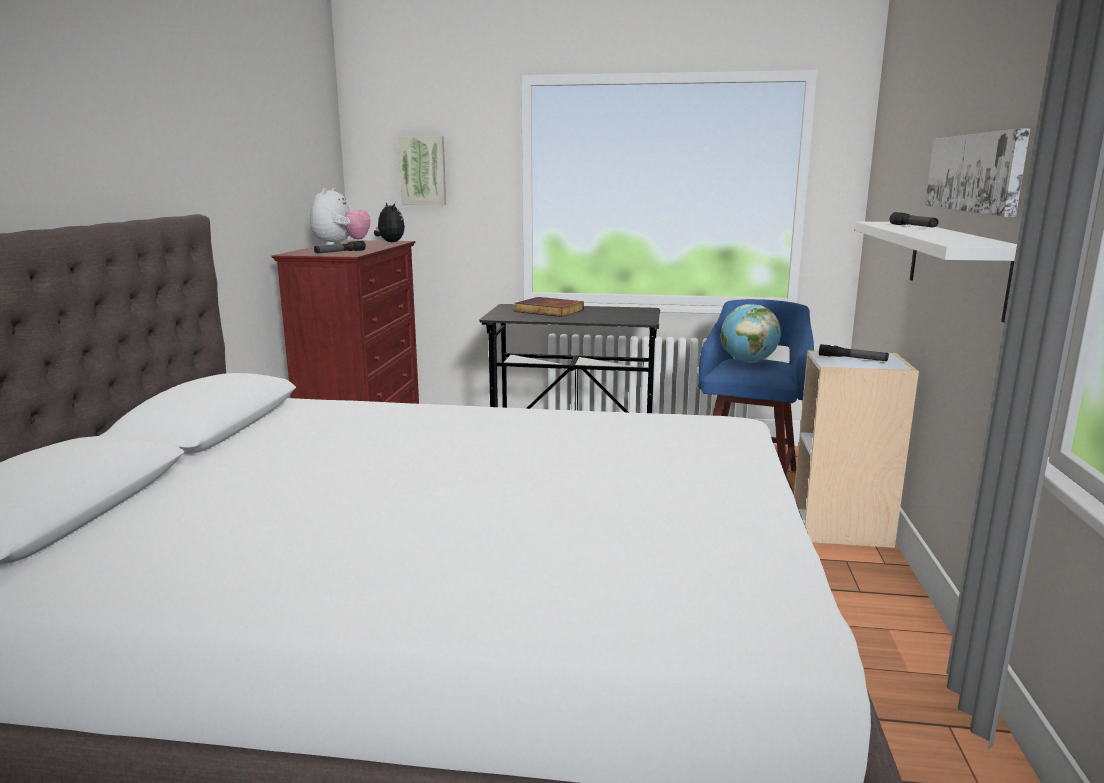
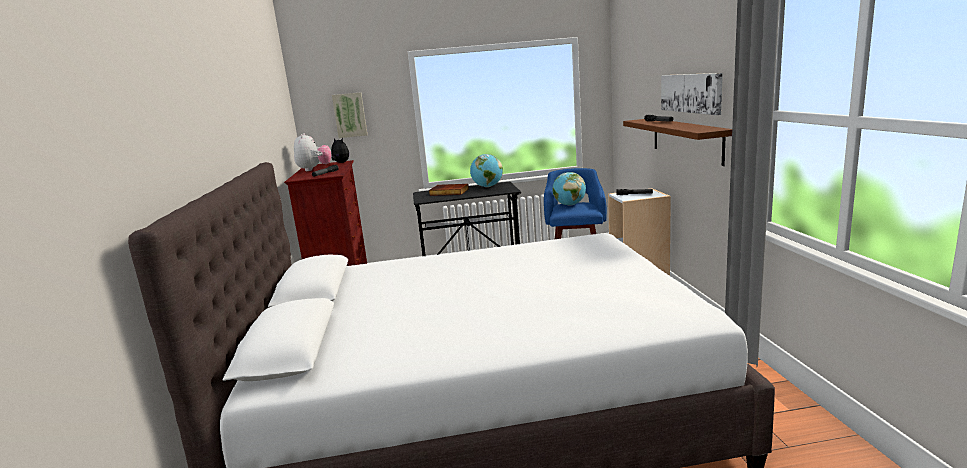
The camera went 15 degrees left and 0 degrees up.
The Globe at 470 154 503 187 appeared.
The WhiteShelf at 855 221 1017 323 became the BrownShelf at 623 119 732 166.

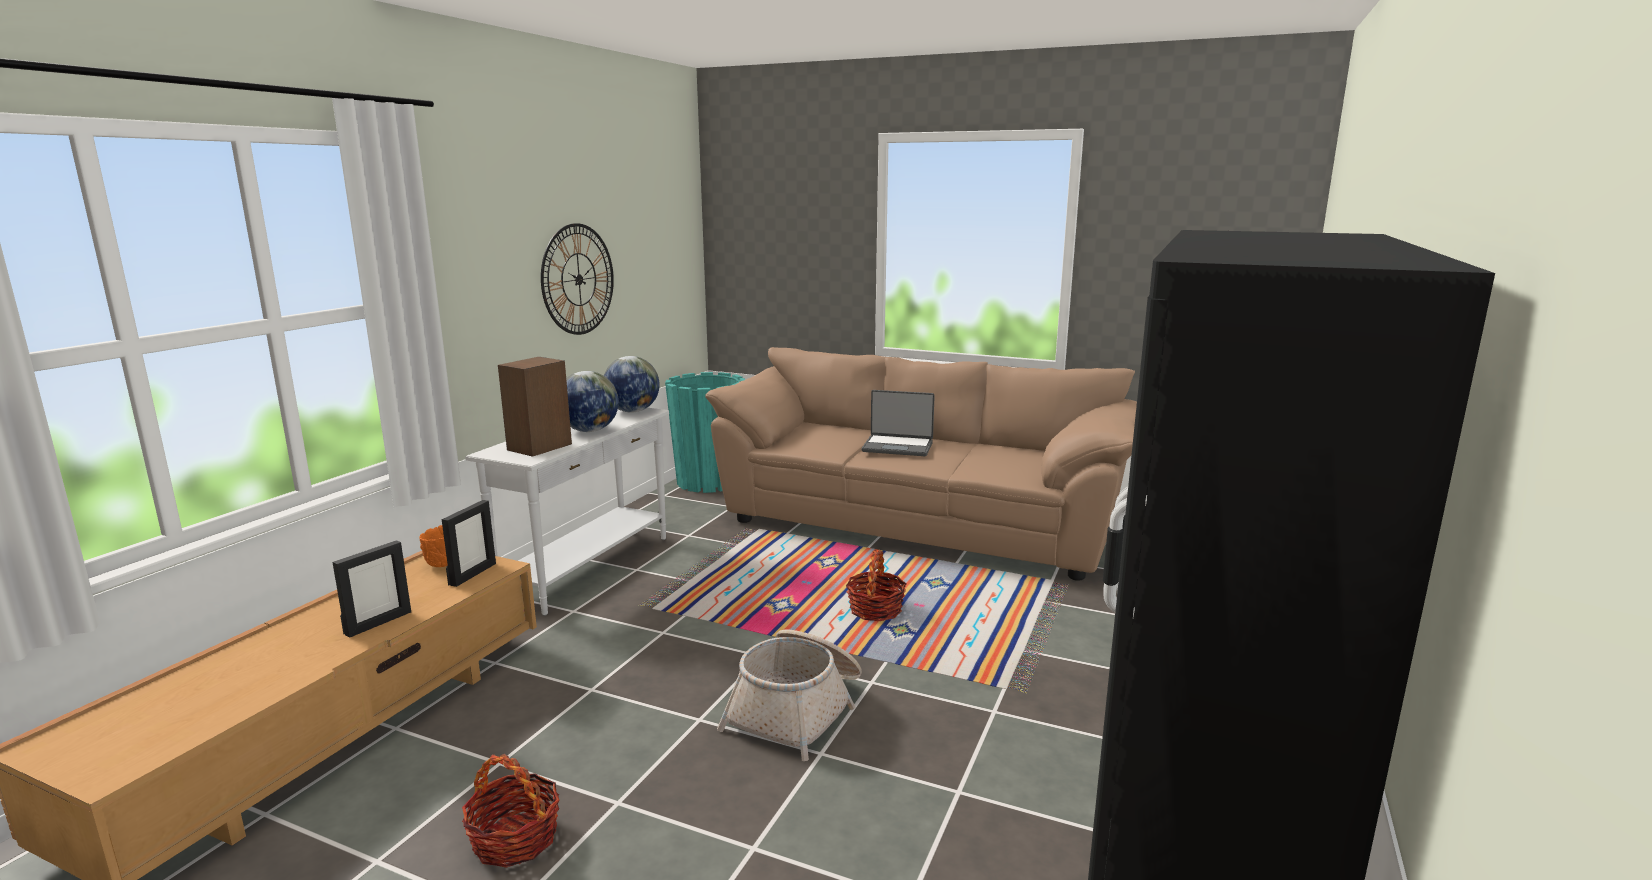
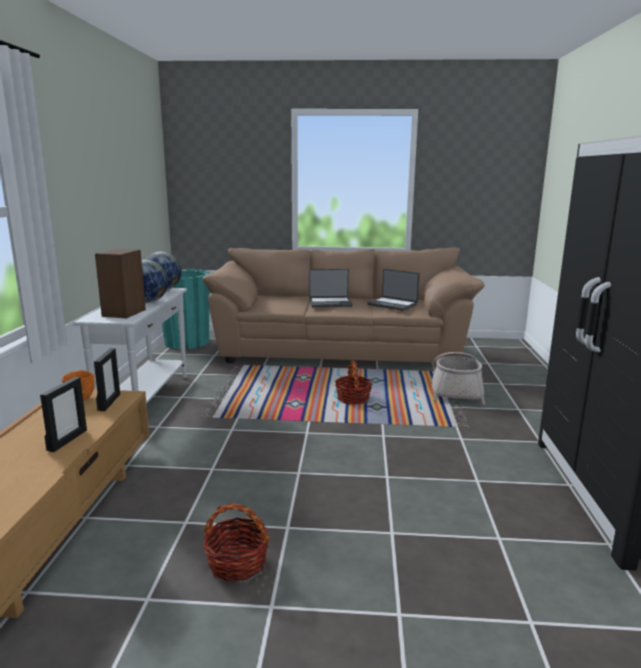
The camera went 20 degrees left and 0 degrees up.
The WallClock at 541 223 614 335 disappeared.
The Laptop at 367 269 420 311 appeared.
The Basket moved from 717 630 862 761 to 431 352 485 405.

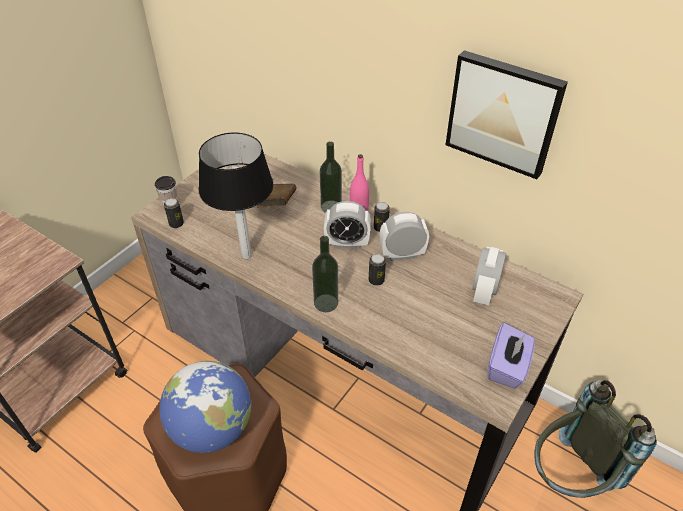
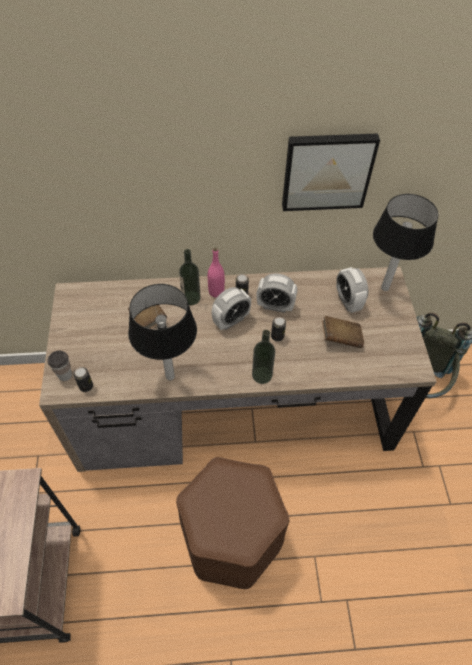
The camera went 40 degrees left and 10 degrees up.
The Globe at 160 361 251 453 disappeared.
The PurpleTissueBox at 487 323 535 388 disappeared.
The BrownBook at 322 316 364 348 appeared.
The TableLamp at 373 194 438 291 appeared.
The AlarmClock at 380 212 429 261 turned 120 degrees counterclockwise.

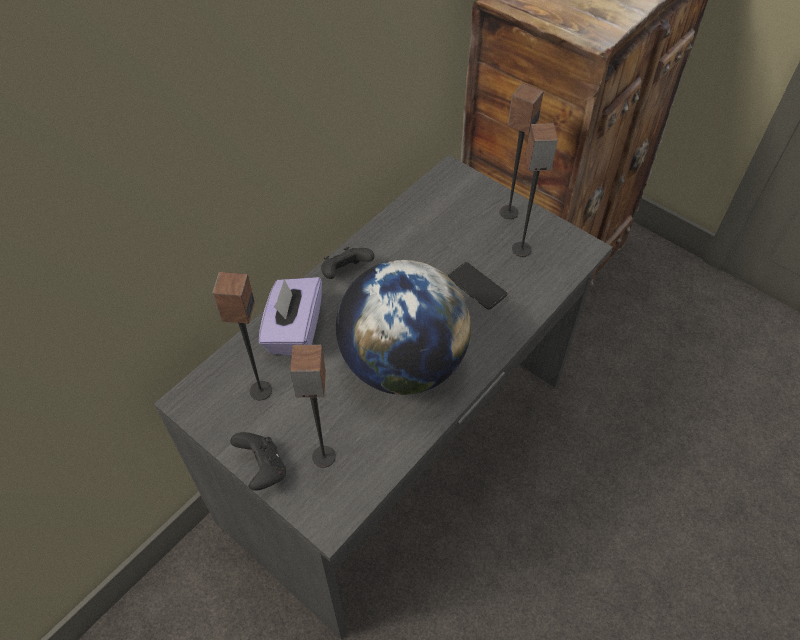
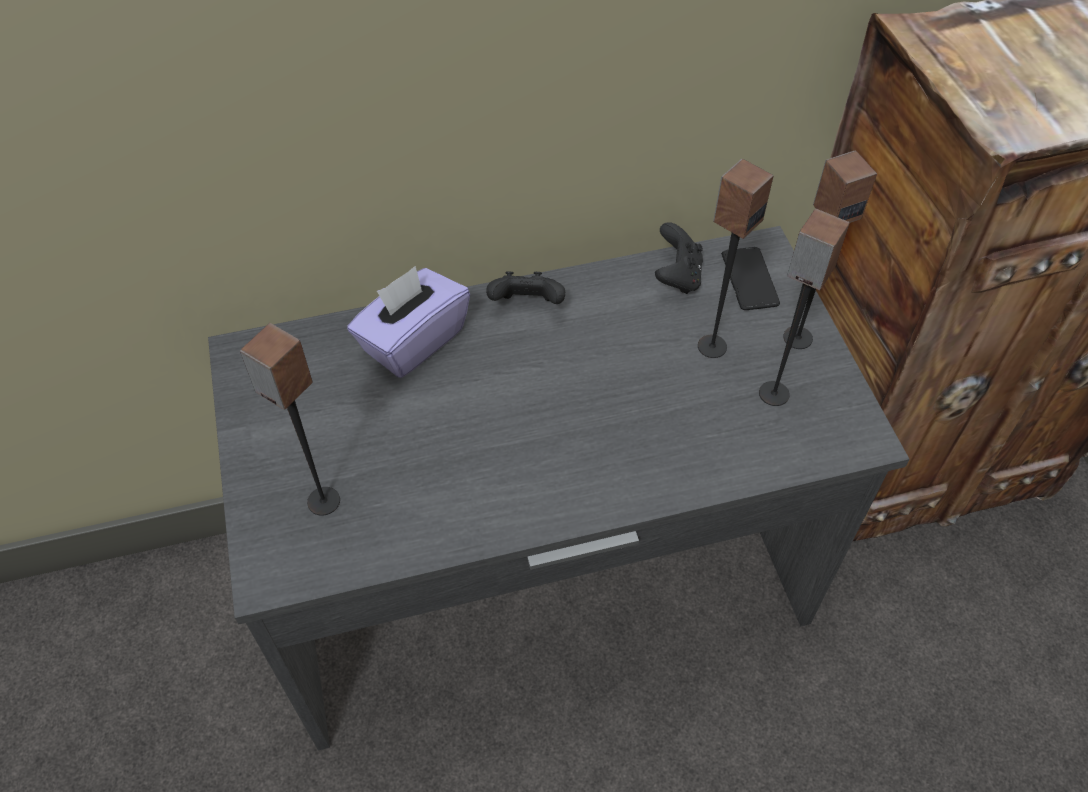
The camera went 35 degrees right and 0 degrees up.
The Globe at 336 260 471 395 disappeared.
The Speaker moved from 212 272 272 400 to 698 159 774 358.
The BlackGameController moved from 230 432 286 491 to 655 222 703 294.
The Phone moved from 448 262 507 309 to 721 247 780 310.

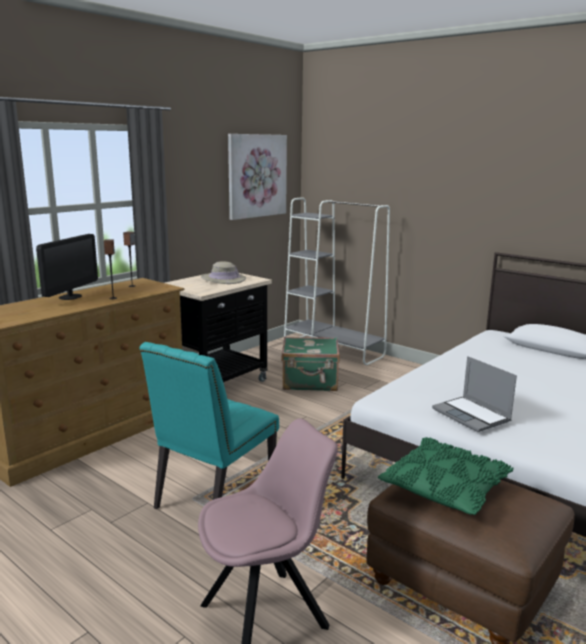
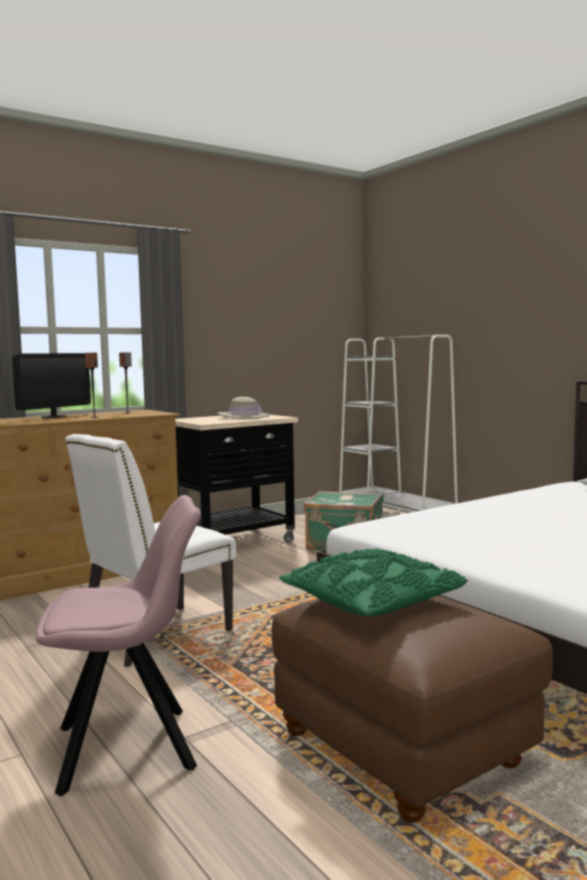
The camera went 15 degrees right and 10 degrees down.
The Picture at 228 134 287 220 disappeared.
The Laptop at 432 356 517 432 disappeared.
The TurquoiseChair at 140 342 279 509 became the WhiteChair at 65 434 237 667.

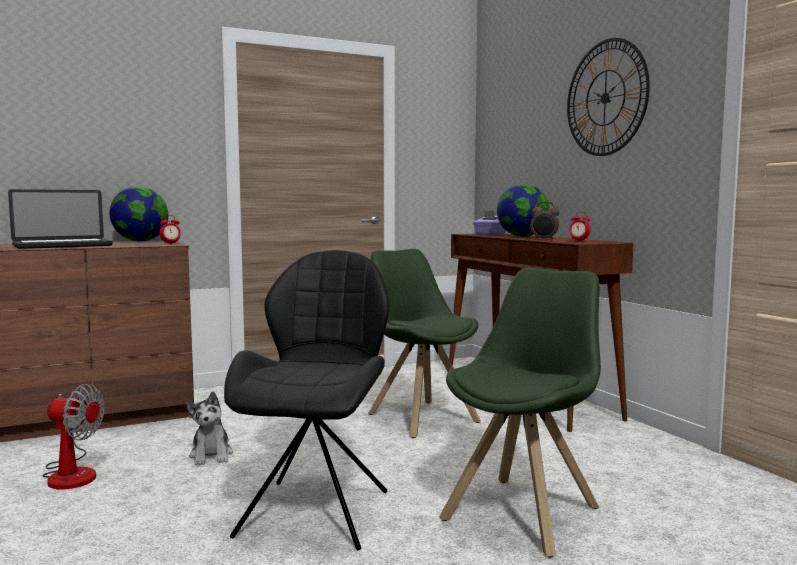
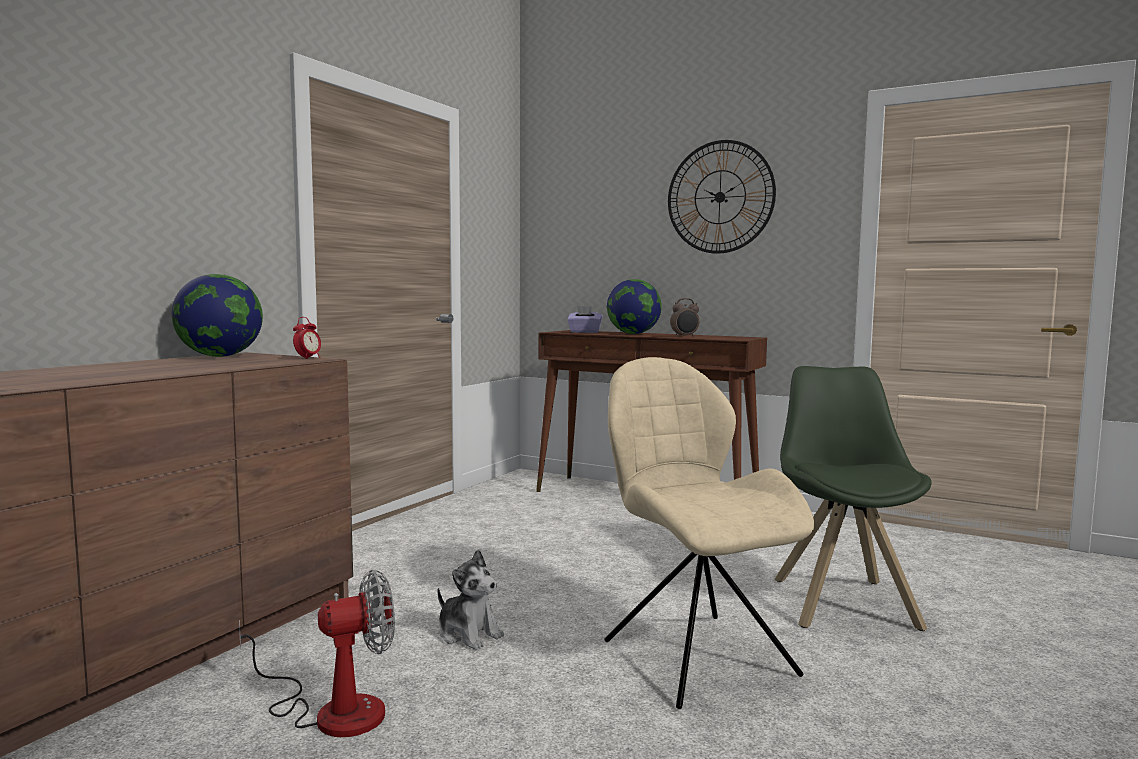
The camera went 35 degrees left and 0 degrees up.
The Laptop at 8 189 113 249 disappeared.
The GreenChair at 368 249 481 438 disappeared.
The AlarmClock at 569 212 591 241 disappeared.
The BlackChair at 224 250 389 550 became the BeigeChair at 604 357 815 709.

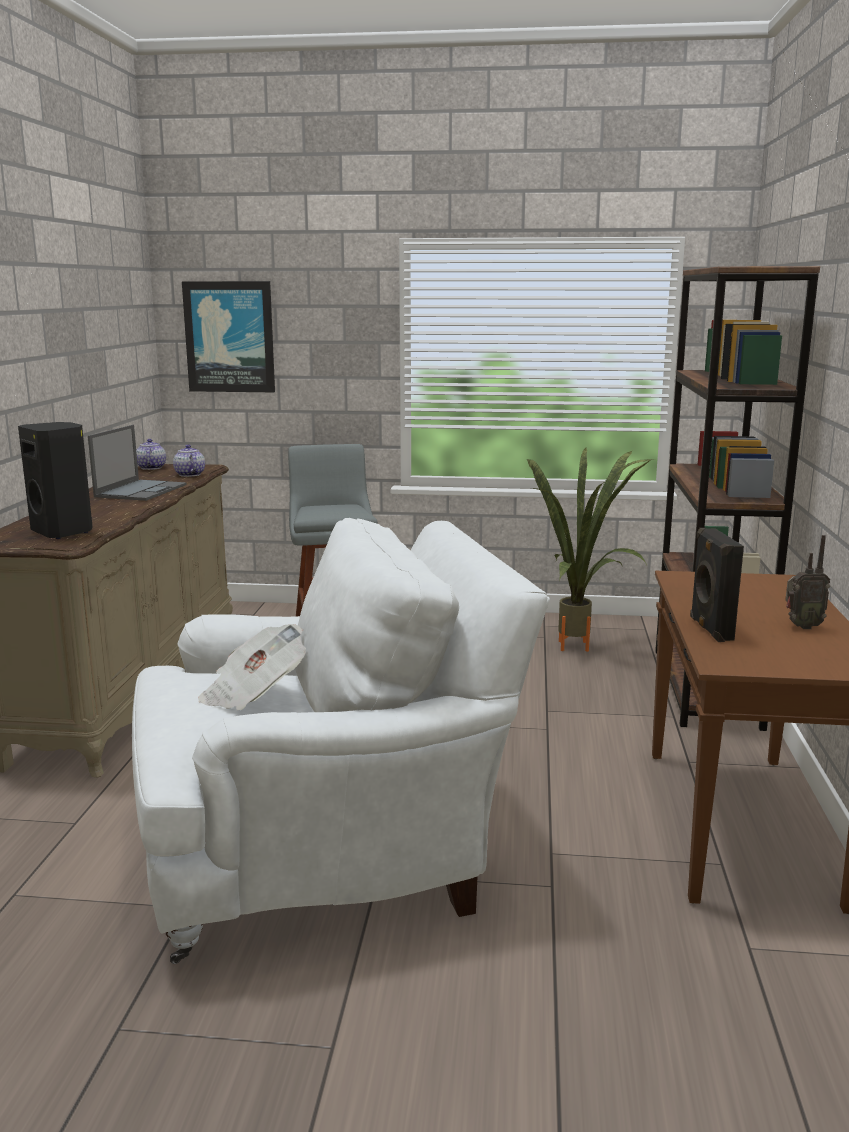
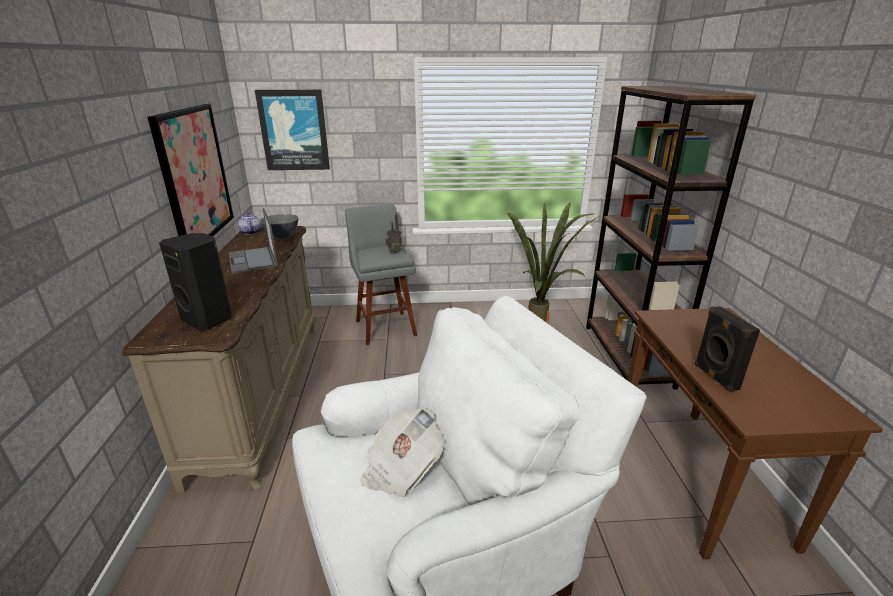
The camera went 10 degrees left and 10 degrees up.
The Picture at 148 104 234 237 appeared.
The Radio moved from 785 535 830 629 to 385 215 402 254.
The Teapot at 173 445 205 477 was replaced by the GreyBowl at 260 214 298 241.
The Laptop at 88 425 187 501 turned 150 degrees clockwise.

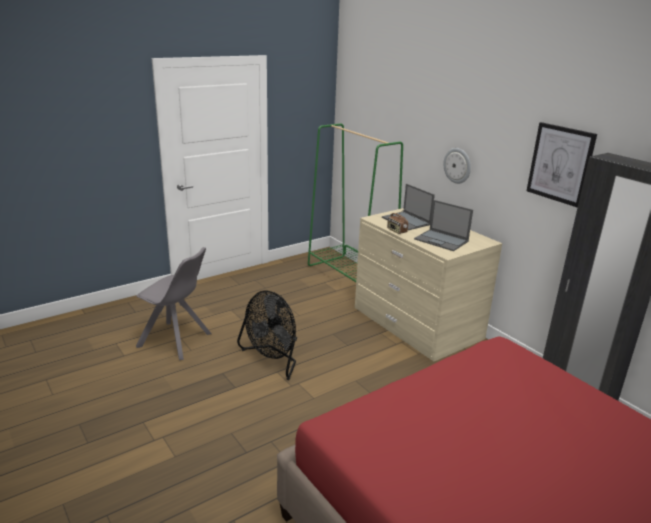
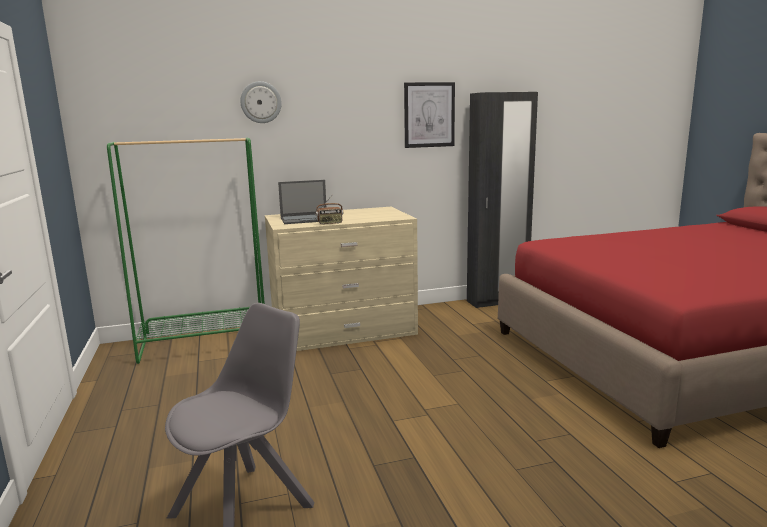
The camera went 70 degrees left and 10 degrees down.
The BlackFan at 237 291 297 380 disappeared.
The Laptop at 414 200 473 251 disappeared.
The WallClock moved from 444 148 471 184 to 240 81 282 123.

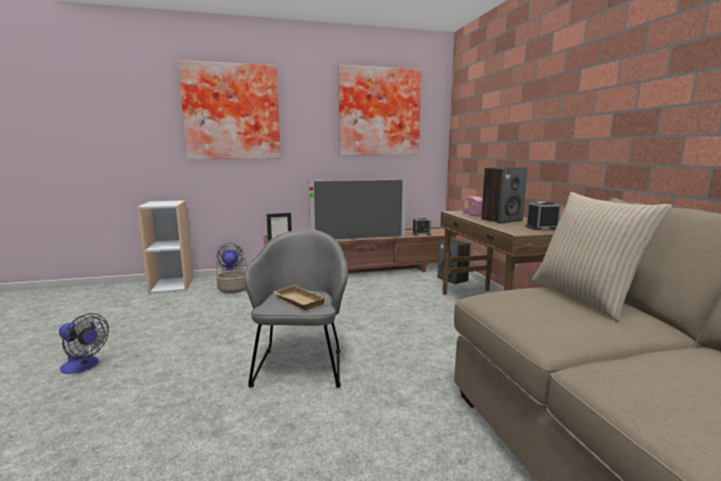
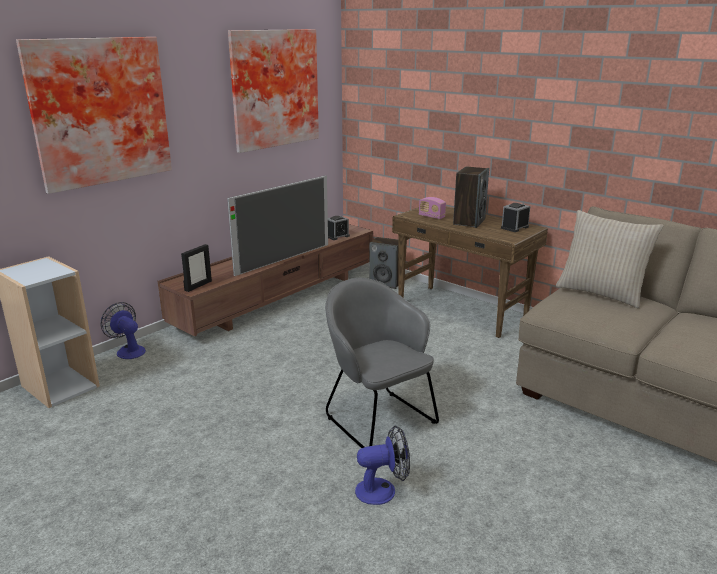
The camera went 35 degrees left and 10 degrees up.
The Basket at 215 249 248 293 disappeared.
The BeigeTray at 273 285 327 310 disappeared.
The Fan moved from 59 313 109 374 to 355 425 410 505.

